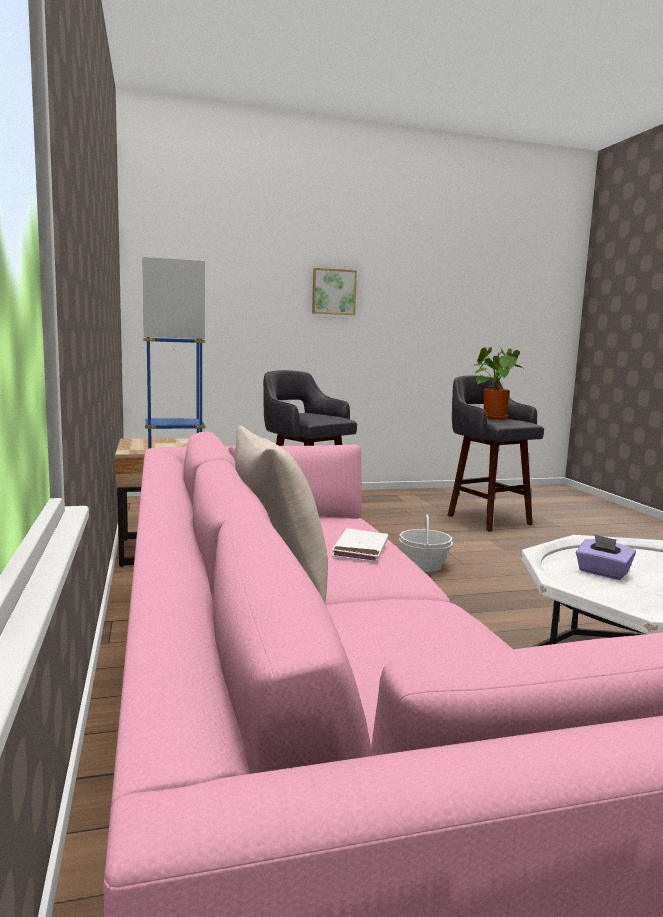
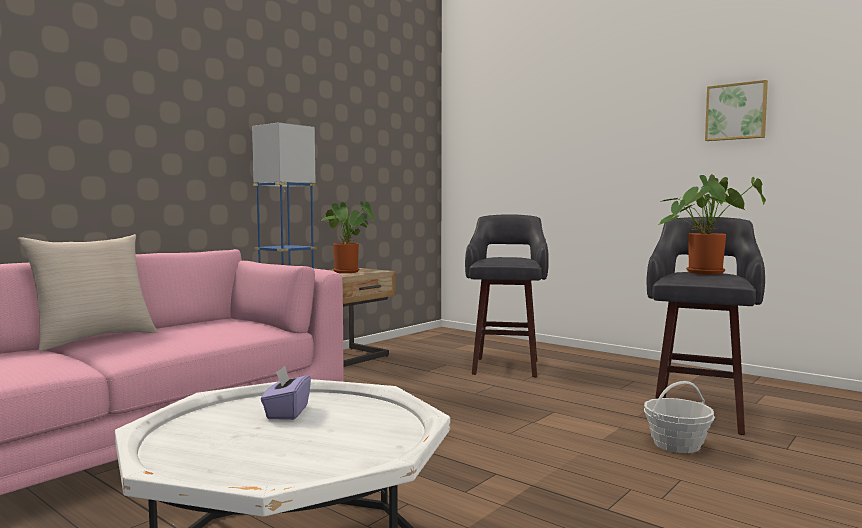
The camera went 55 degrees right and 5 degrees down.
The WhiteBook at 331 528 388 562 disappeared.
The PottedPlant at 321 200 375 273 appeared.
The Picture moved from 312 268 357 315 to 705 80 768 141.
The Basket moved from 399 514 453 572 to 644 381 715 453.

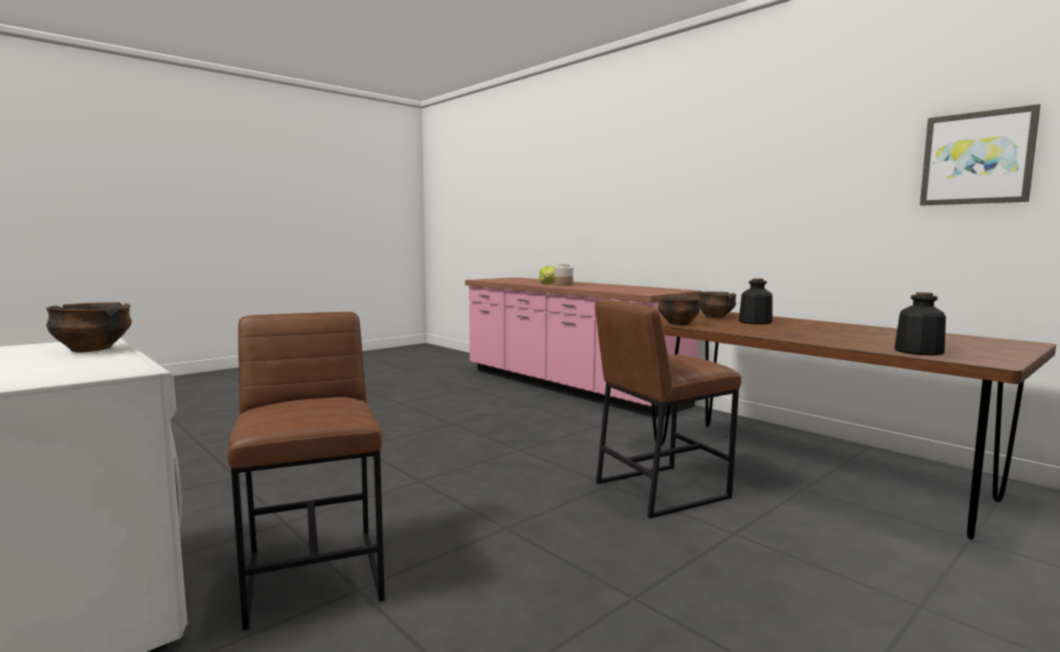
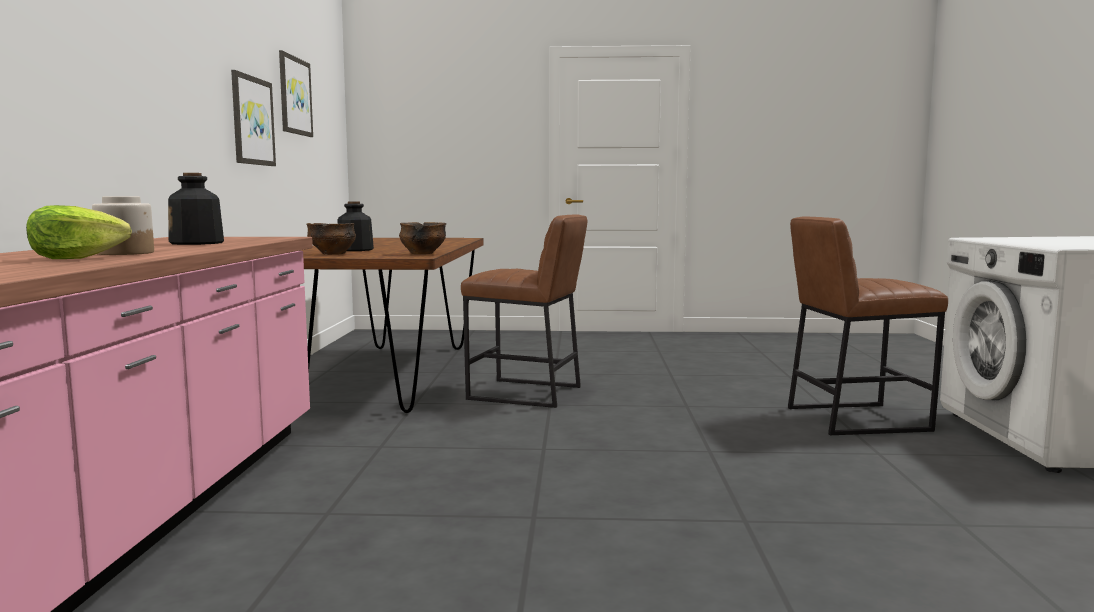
The camera went 135 degrees left and 0 degrees up.
The Bowl at 46 302 132 353 disappeared.
The Picture at 231 70 276 166 appeared.
The Bottle moved from 895 292 946 356 to 168 173 224 245.
The BrownChair at 227 312 385 630 turned 60 degrees clockwise.

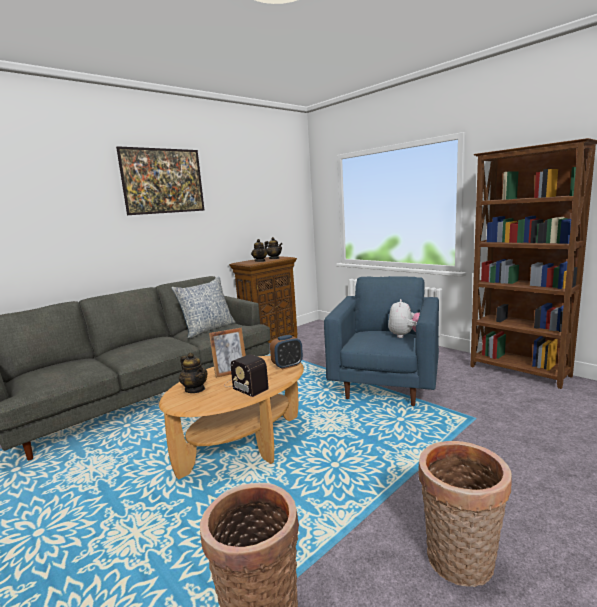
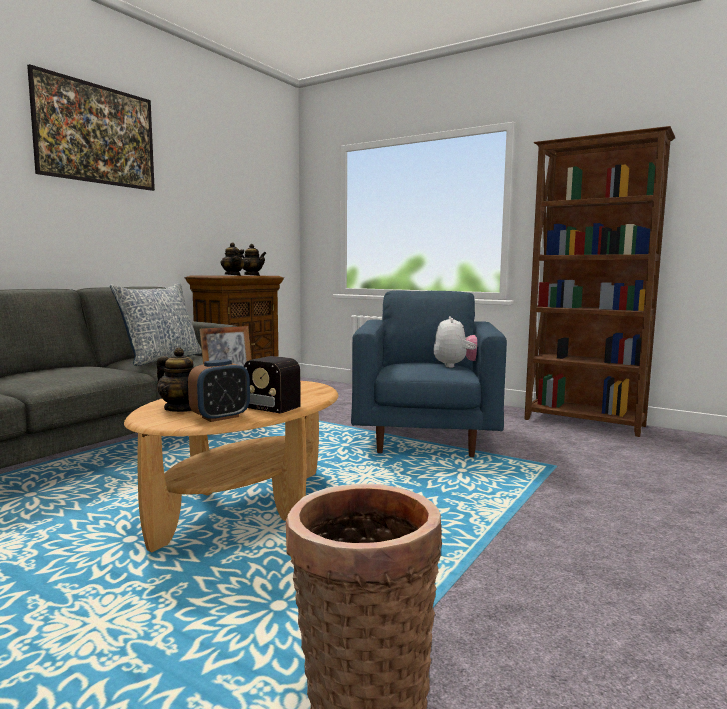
The camera went 15 degrees left and 5 degrees down.
The Basket at 418 441 512 587 disappeared.
The AlarmClock moved from 270 335 303 370 to 188 359 250 422.

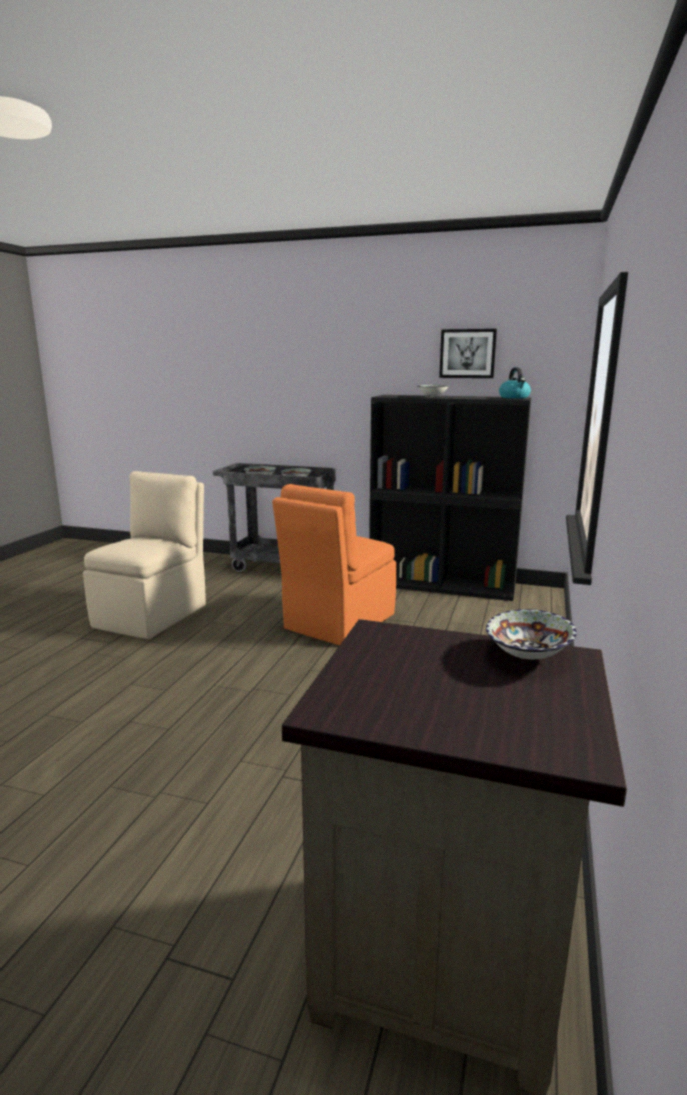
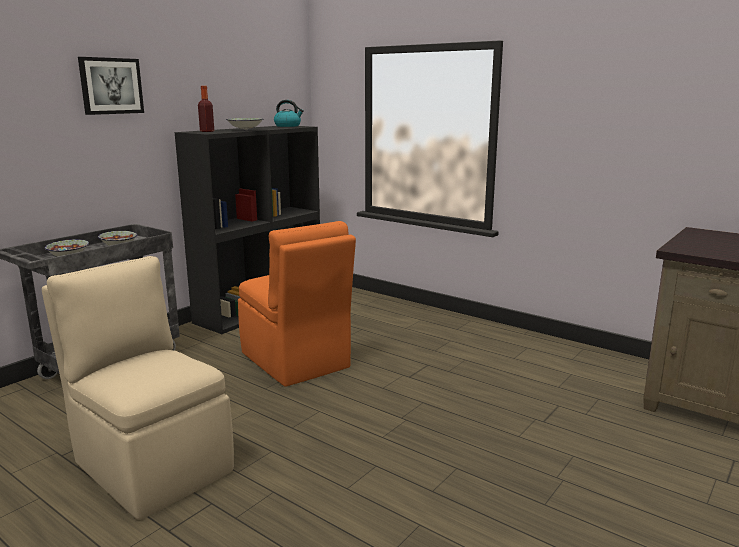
The camera went 70 degrees left and 0 degrees up.
The Bowl at 486 609 577 659 disappeared.
The Bottle at 198 86 214 132 appeared.
The Picture moved from 439 329 497 378 to 78 57 144 115.

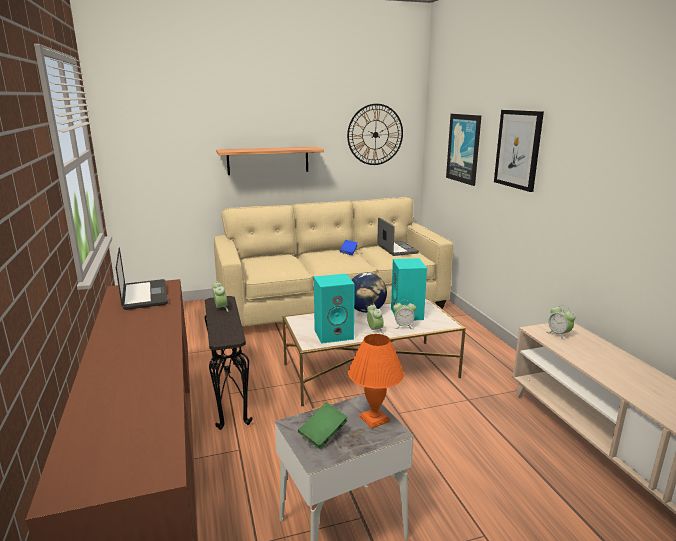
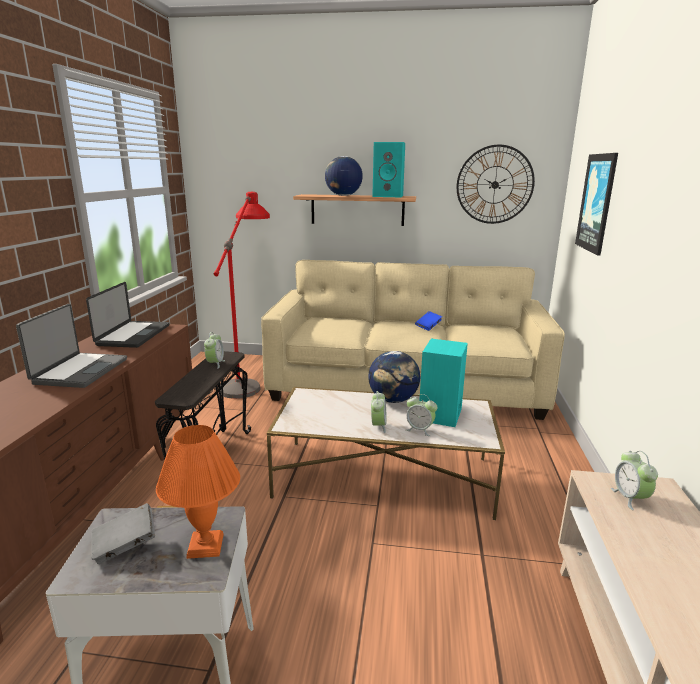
The camera went 25 degrees right and 0 degrees up.
The Picture at 494 110 544 192 disappeared.
The RedFloorLamp at 214 192 270 399 appeared.
The Globe at 325 156 363 196 appeared.
The TurquoiseSpeaker moved from 314 274 355 344 to 372 142 405 197.
The Laptop moved from 377 217 419 256 to 16 304 127 388.
The GreenBook at 298 402 347 449 became the GreyBook at 92 503 155 564.

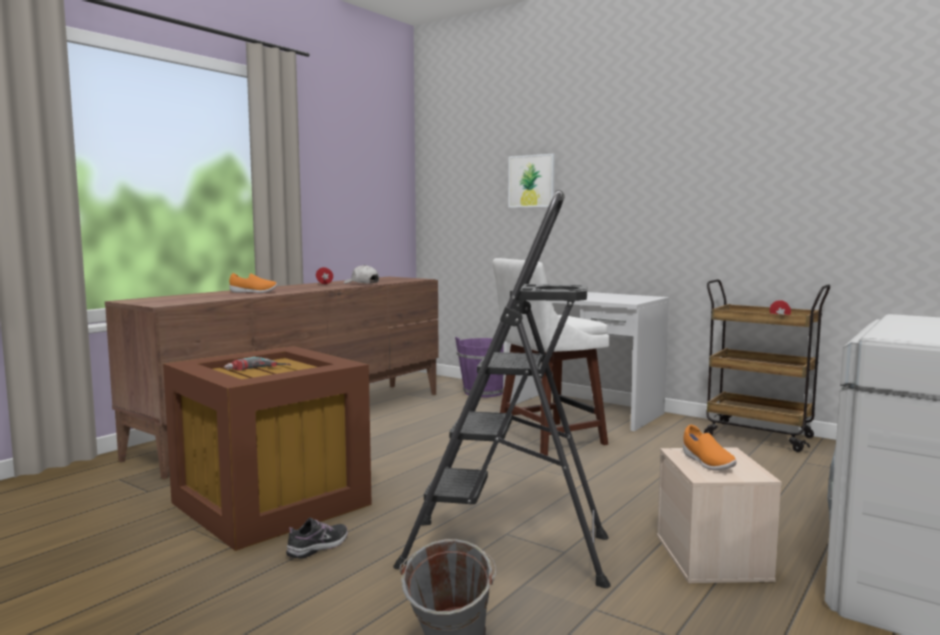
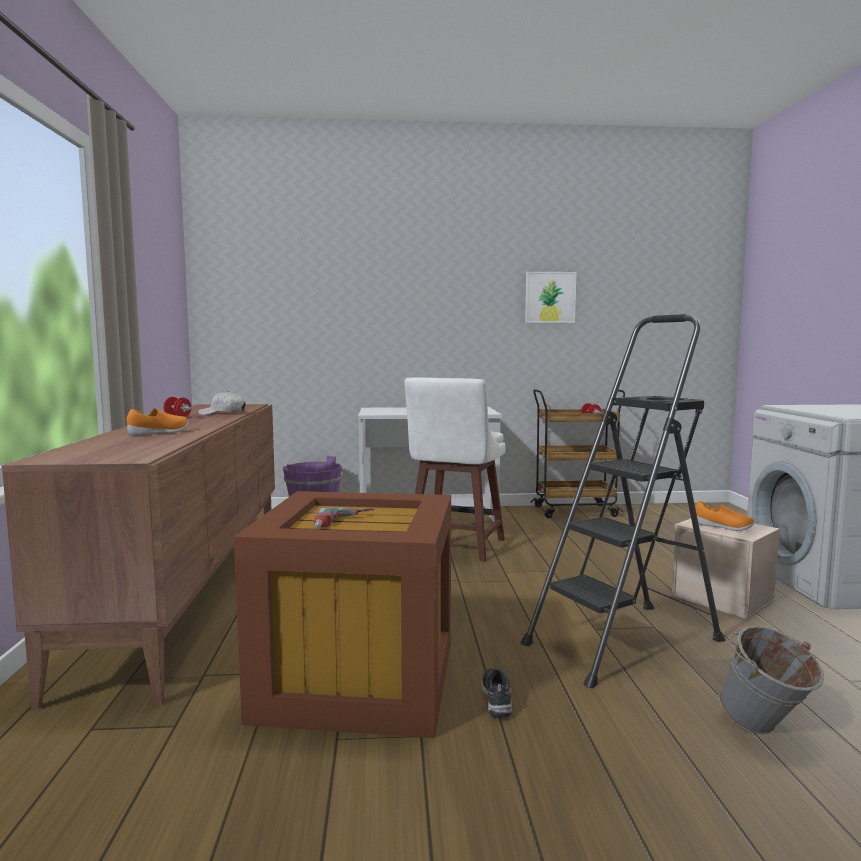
The camera went 40 degrees left and 0 degrees up.
The Picture moved from 508 154 555 208 to 525 272 577 323.

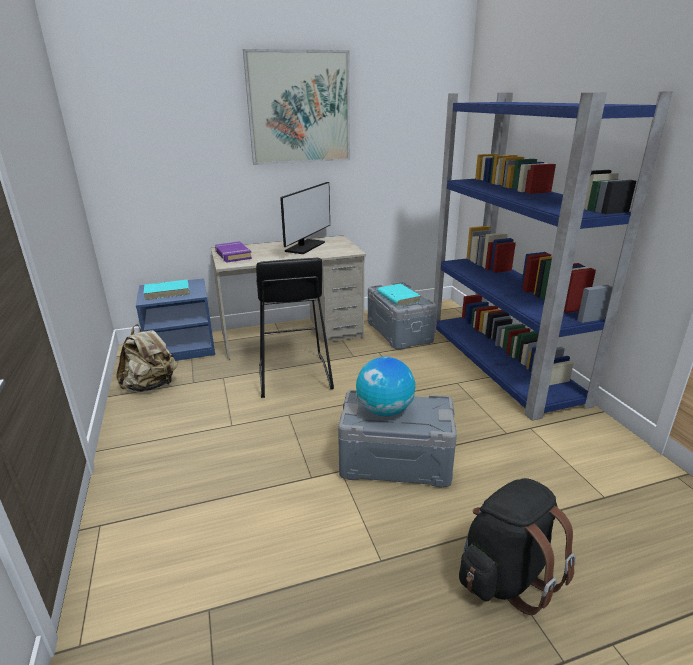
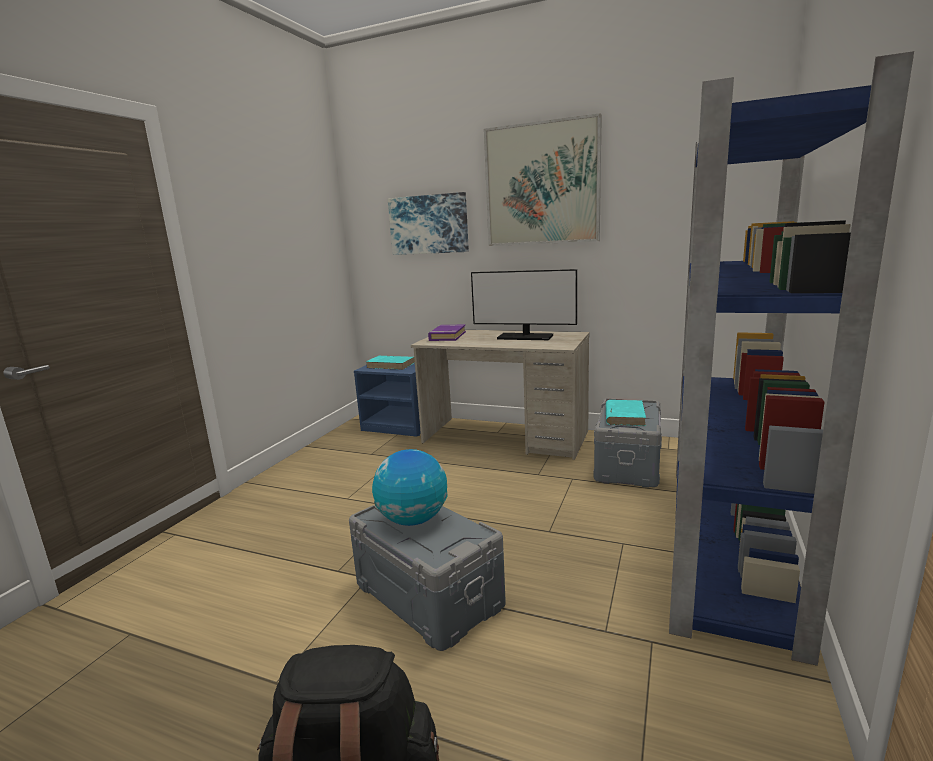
The camera went 40 degrees right and 10 degrees down.
The BeigeBackpack at 116 324 177 392 disappeared.
The BlackStool at 256 258 334 398 disappeared.
The Picture at 388 192 469 255 appeared.
The Monitor at 280 182 330 254 turned 45 degrees clockwise.

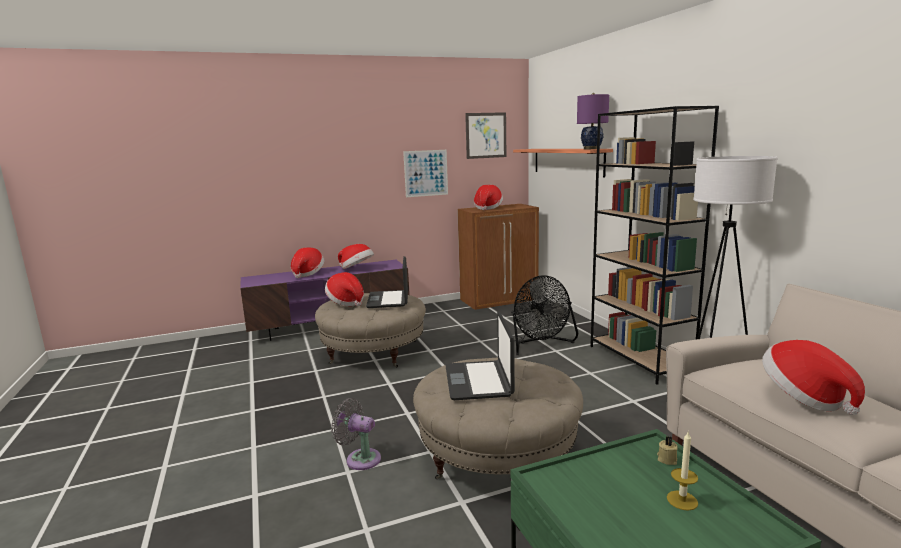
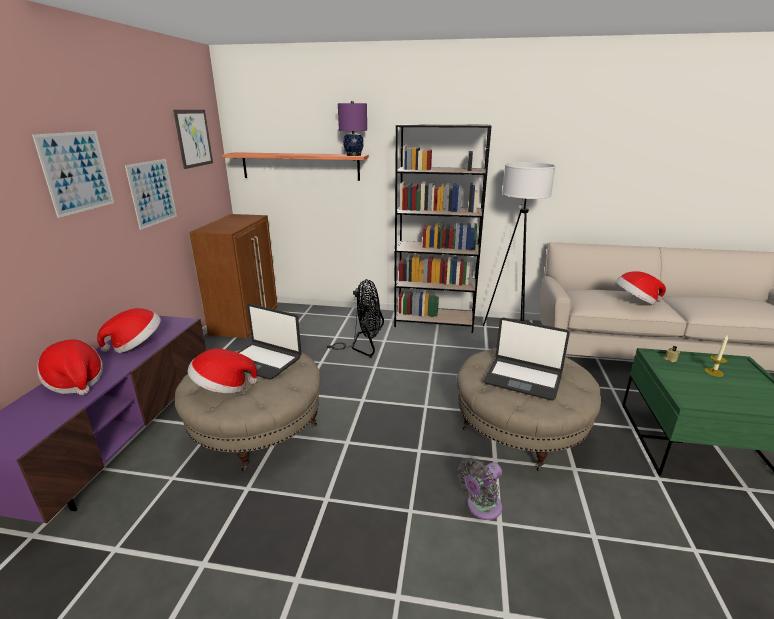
The camera went 60 degrees left and 10 degrees up.
The Hat at 474 185 503 210 disappeared.
The Picture at 32 131 114 218 appeared.

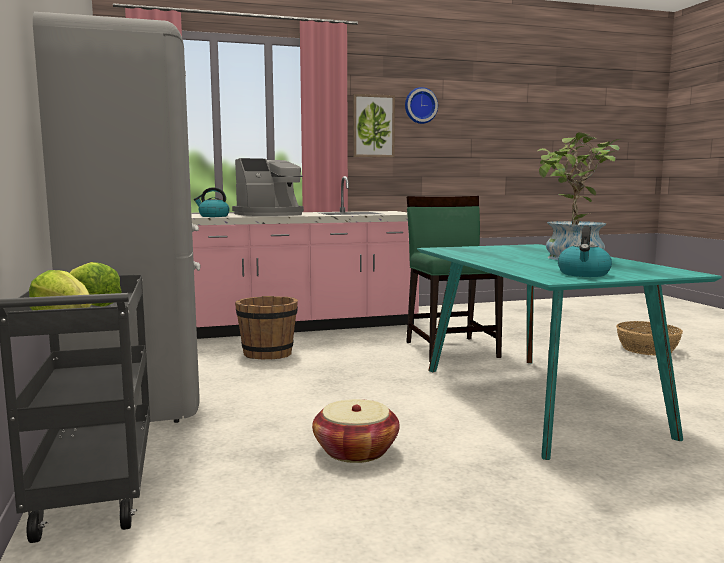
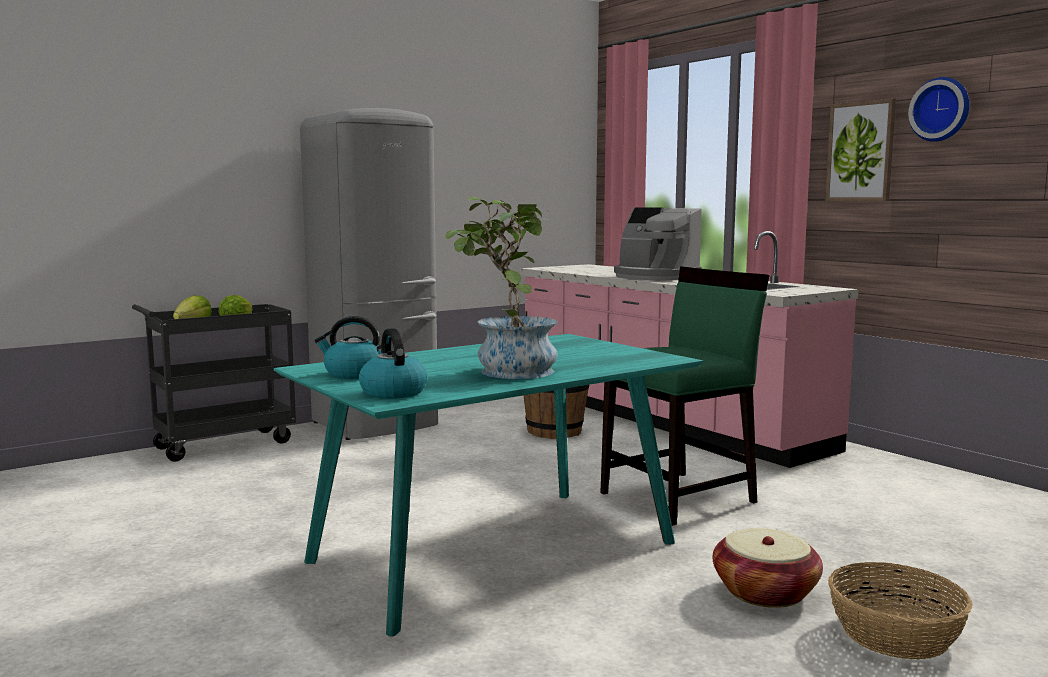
The camera went 70 degrees right and 0 degrees up.
The Kettle moved from 194 187 230 217 to 359 328 428 399.
The Basket moved from 312 399 400 463 to 713 528 823 608.

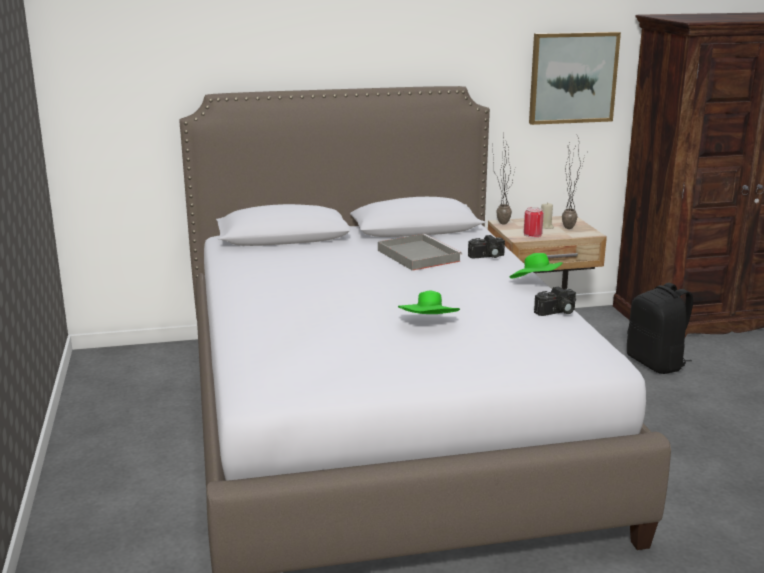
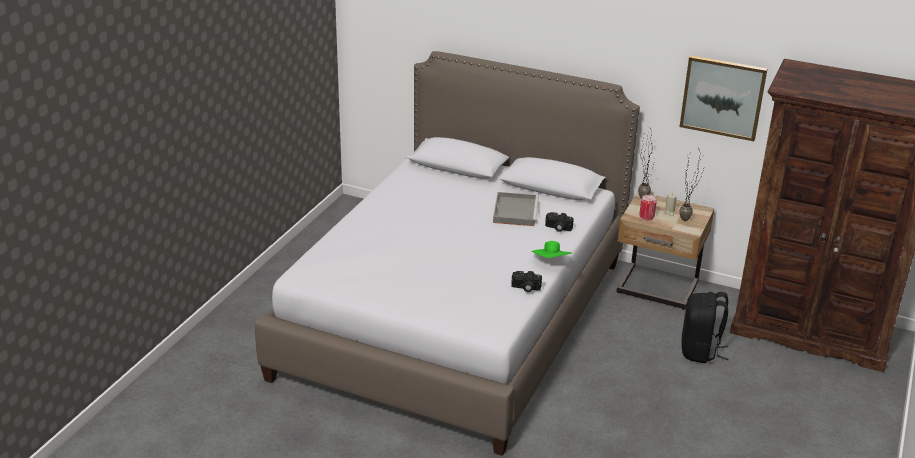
The camera went 35 degrees right and 10 degrees up.
The GreenHat at 398 291 460 314 disappeared.

